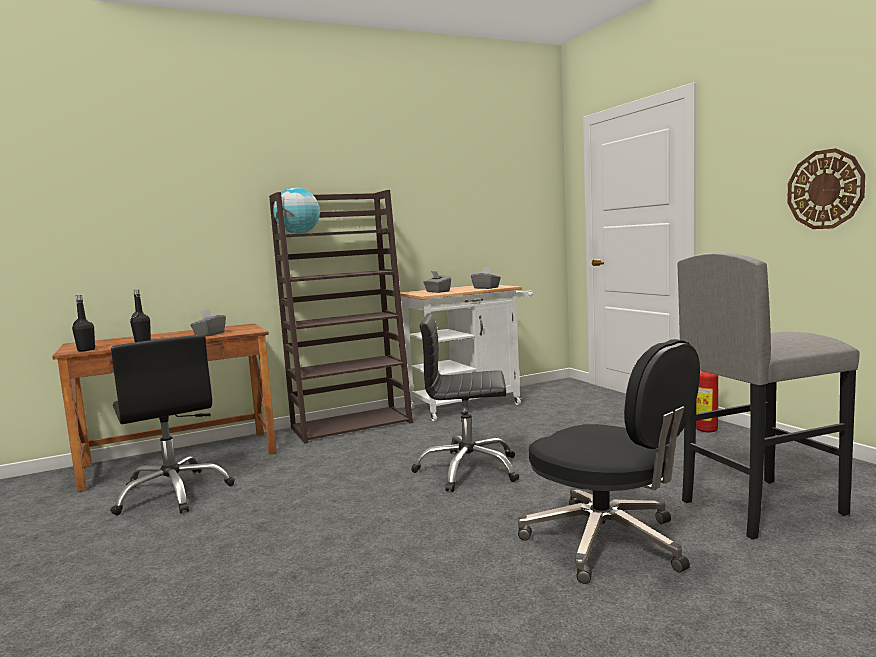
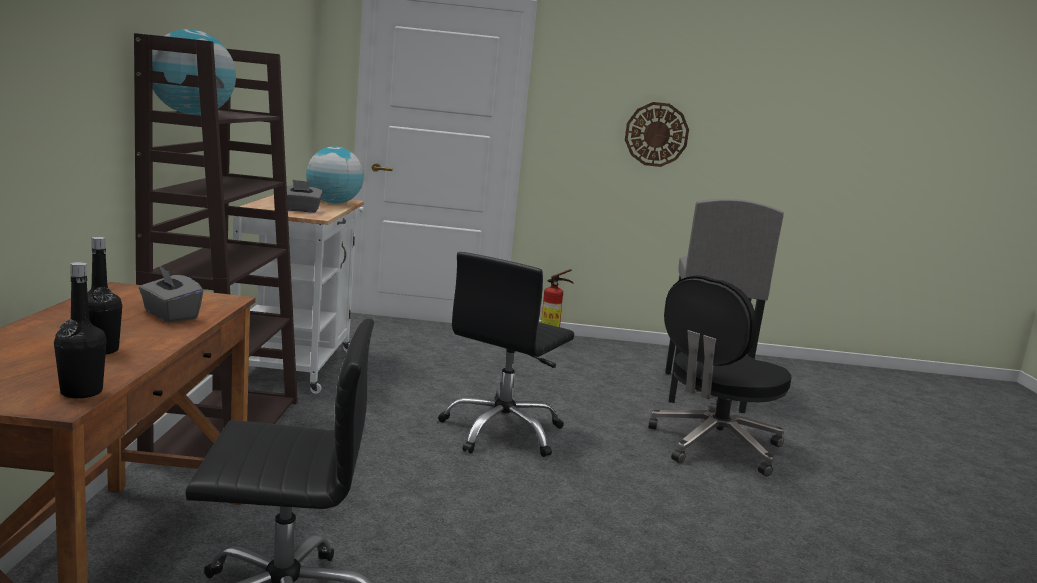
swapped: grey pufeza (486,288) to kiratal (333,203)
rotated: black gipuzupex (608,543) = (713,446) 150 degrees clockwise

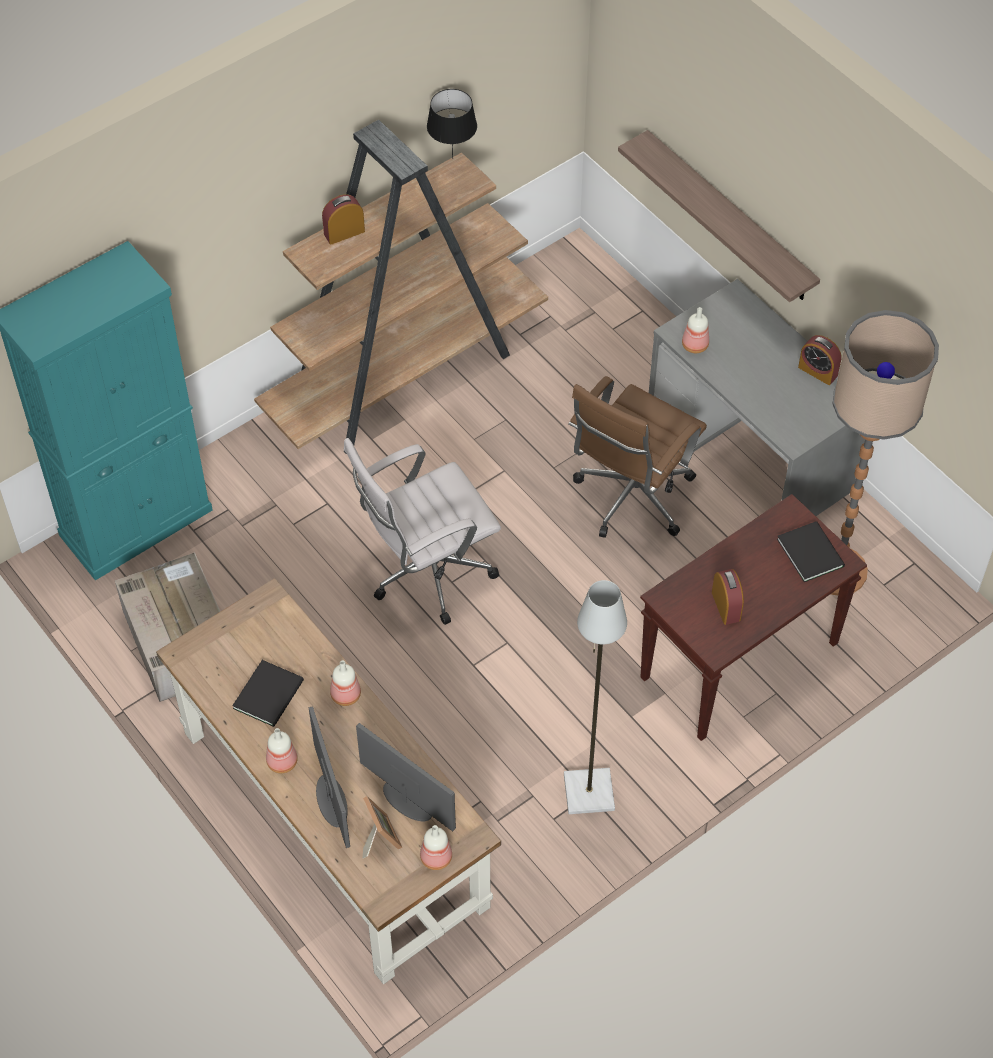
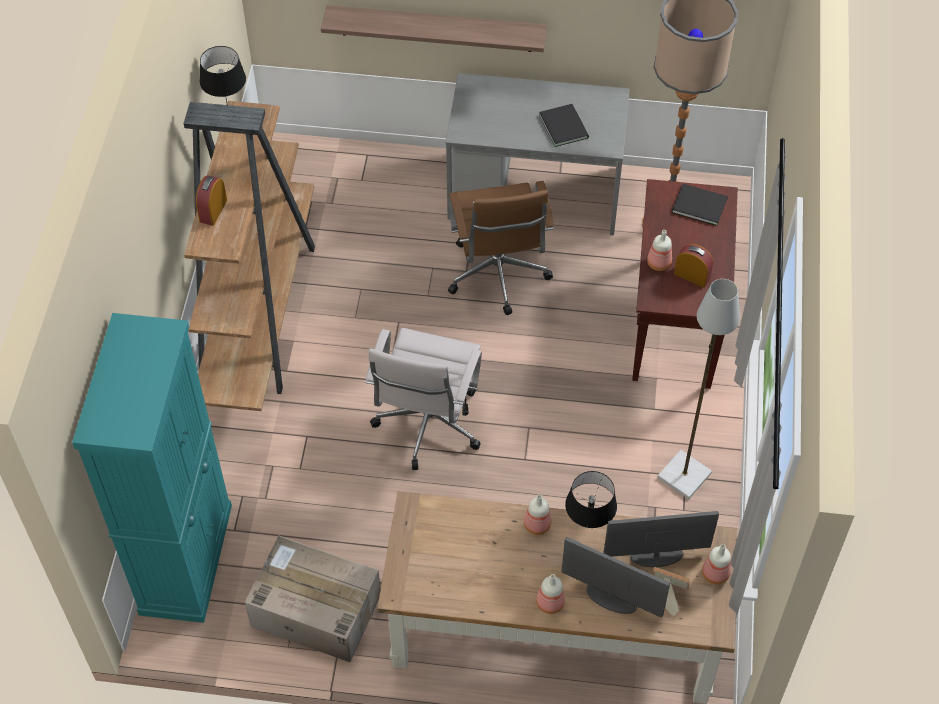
gone: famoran (818,371)
new: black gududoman (587,528)
shifted: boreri (694,345) to (658,264); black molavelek (270,693) to (564,125)

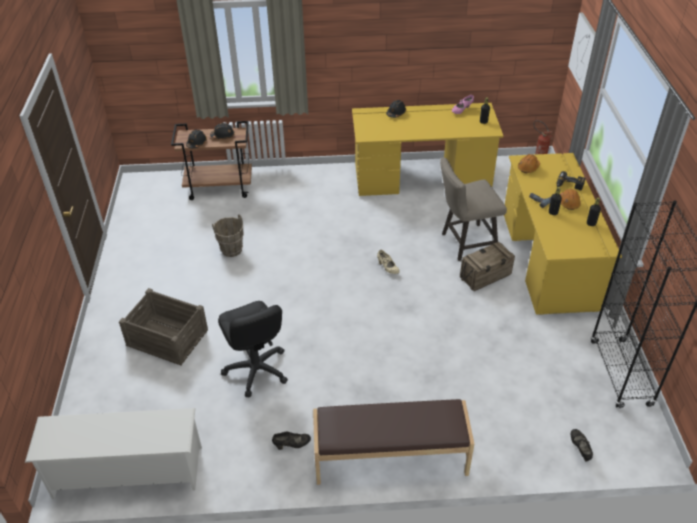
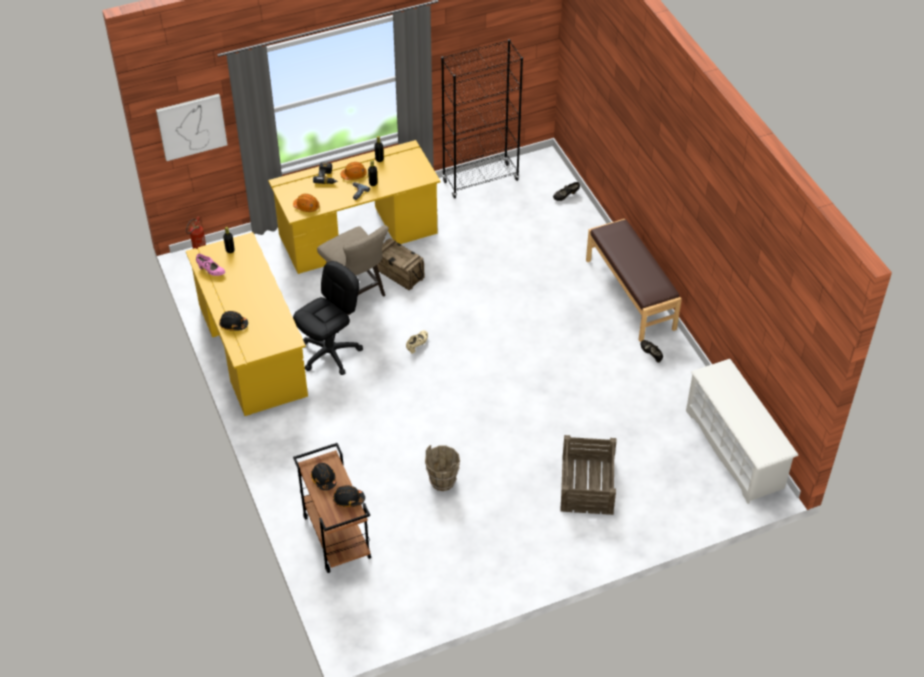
shifted: black gipuzupex (256,370) to (330,353)

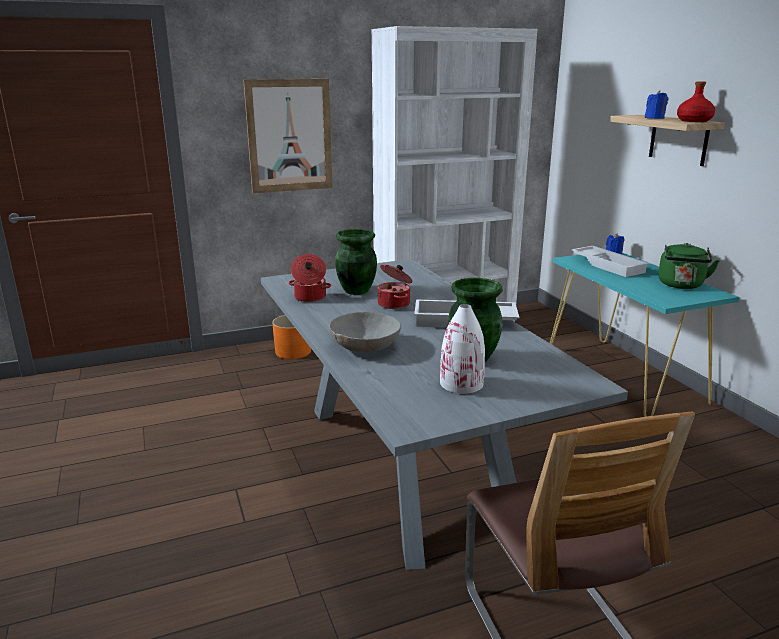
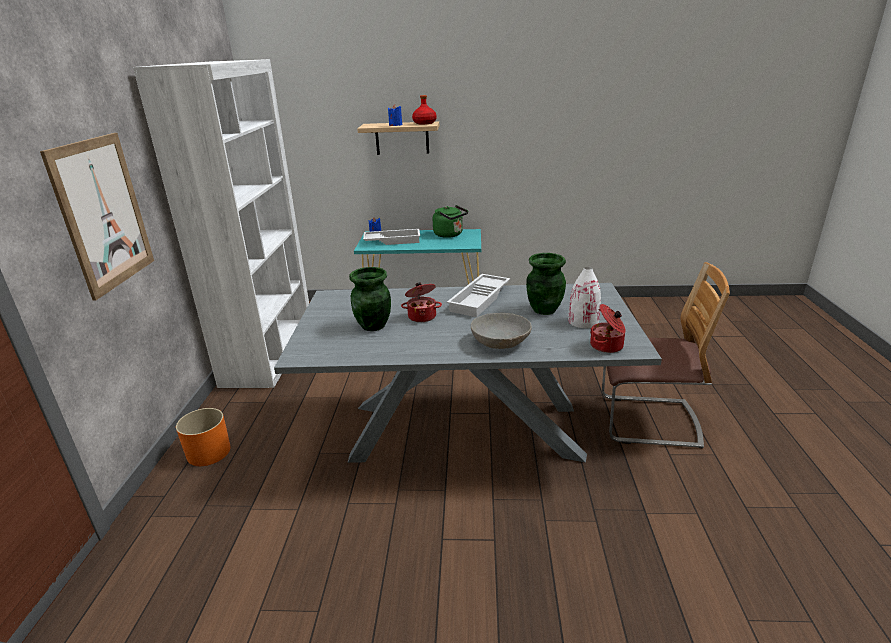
shifted: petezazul (310,298) to (607,346)

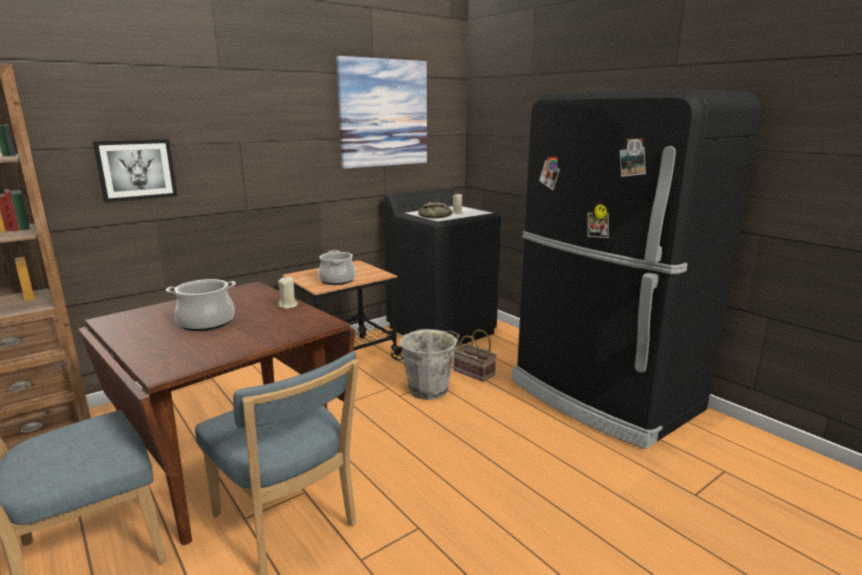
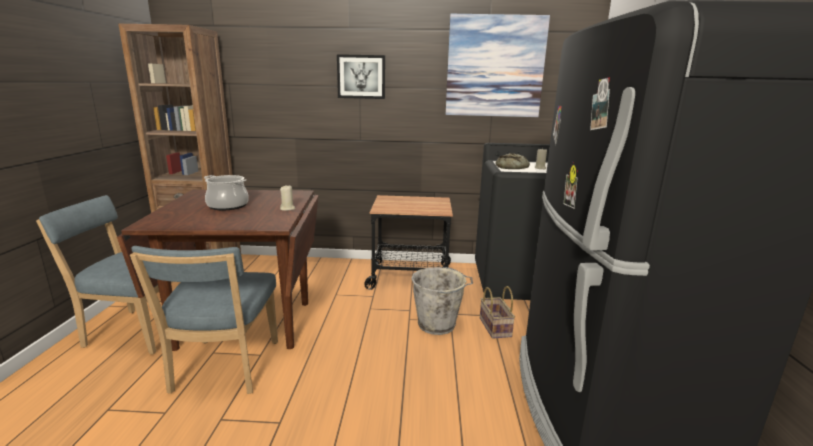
gone: petezazul (337,280)
shifted: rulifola (136,169) to (361,77)

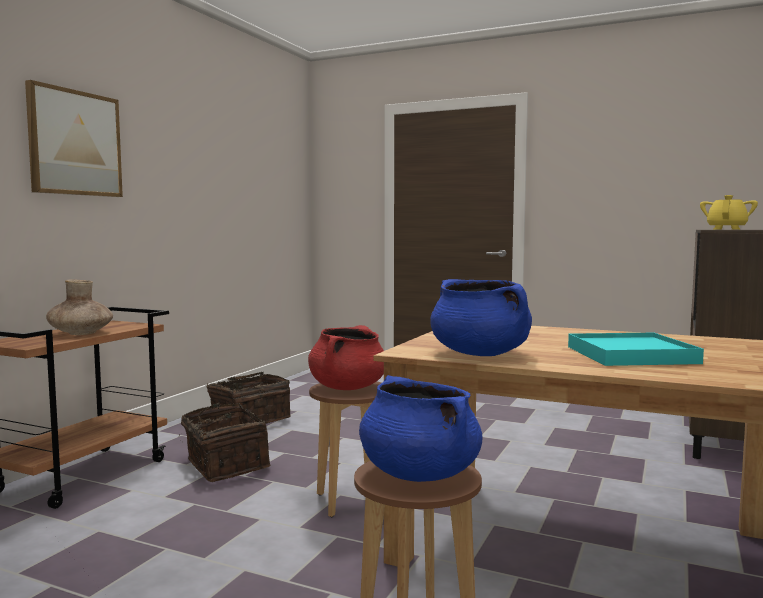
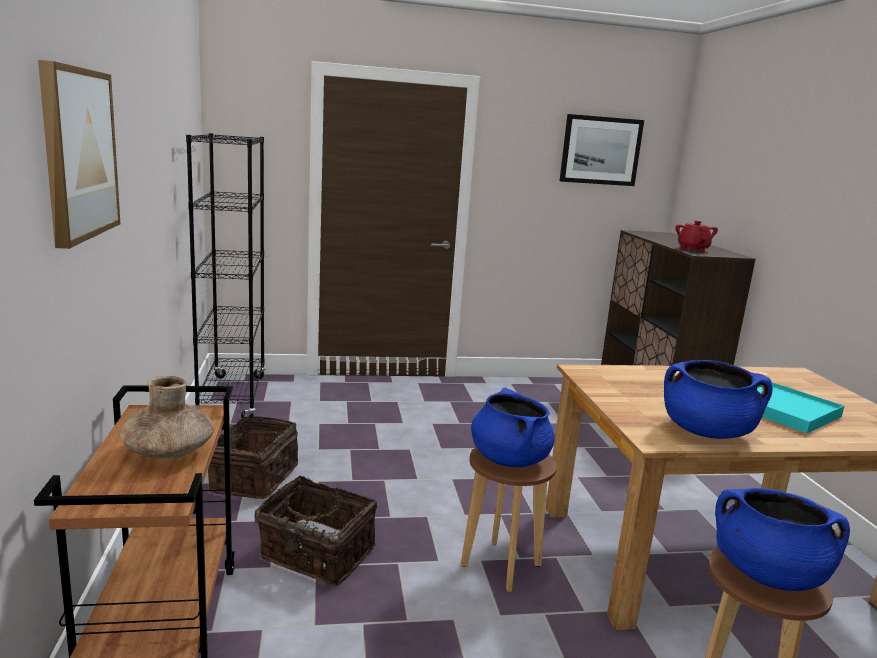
new: rulifola (600,150); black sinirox (232,398)
repainted: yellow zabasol (726,229) to red zabasol (692,249); red petezazul (348,387) to blue petezazul (509,459)

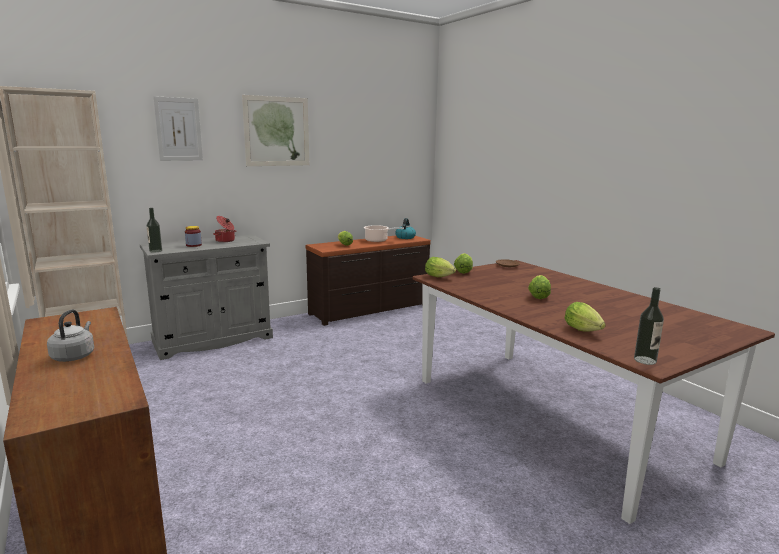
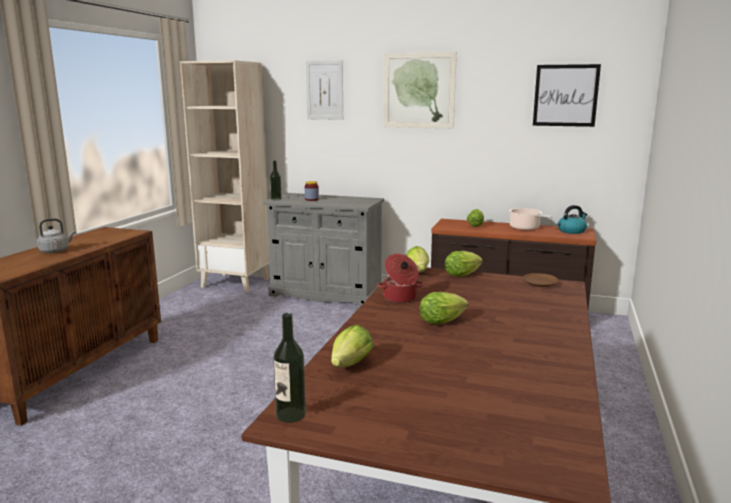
new: rulifola (565,95)
shifted: petezazul (225,240) to (400,299)

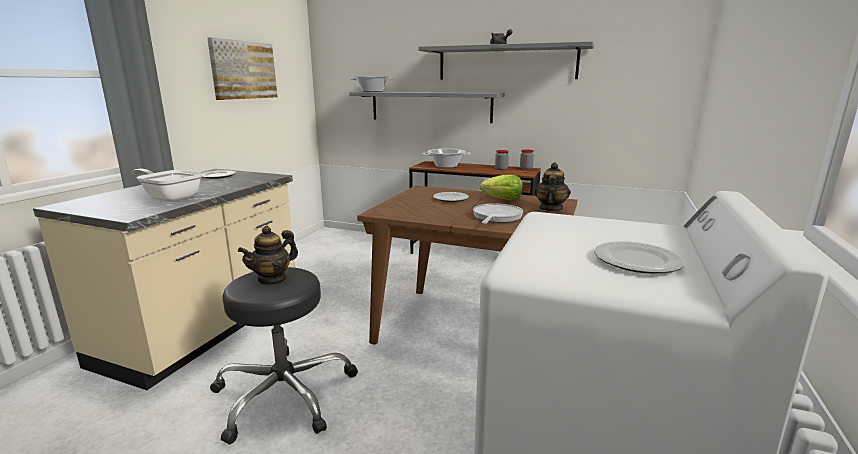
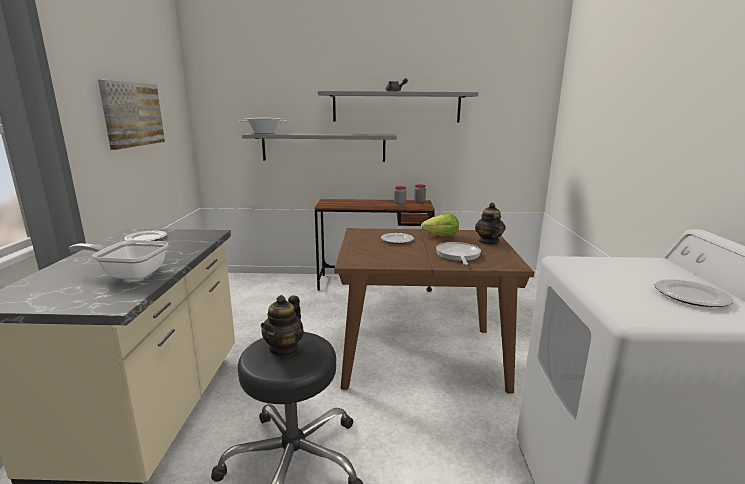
gone: petezazul (446,166)

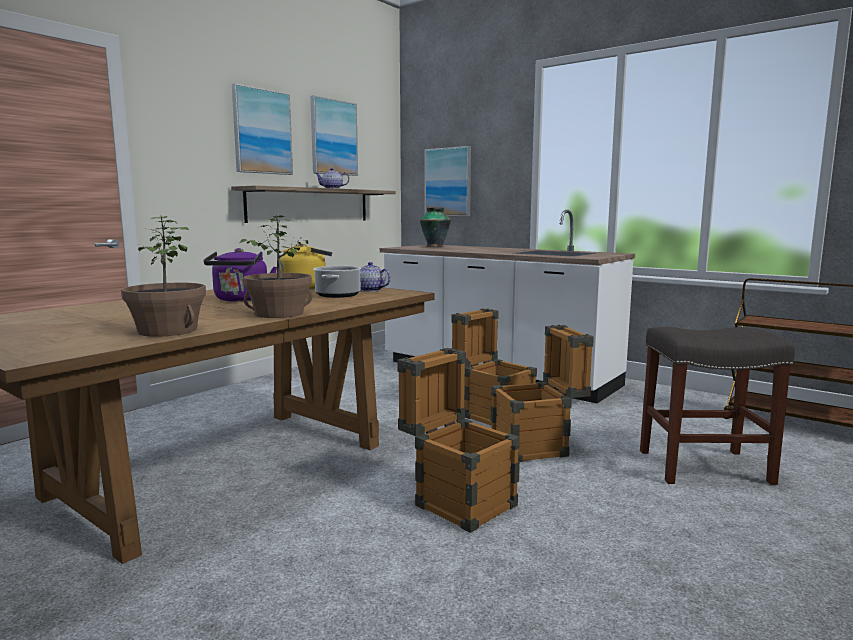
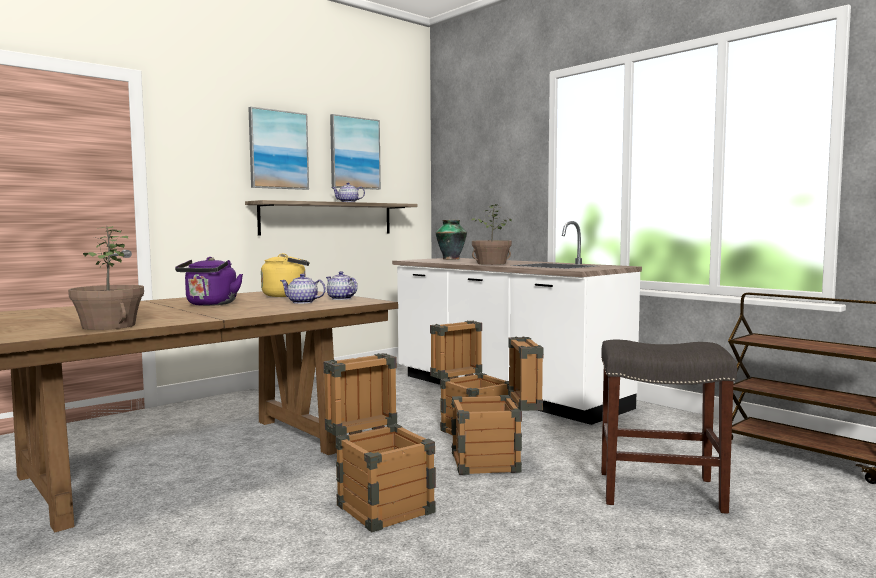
gone: rulifola (448,182)
shifted: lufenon (279,313) to (491,263)
swapped: petezazul (338,295) to zabasol (303,302)

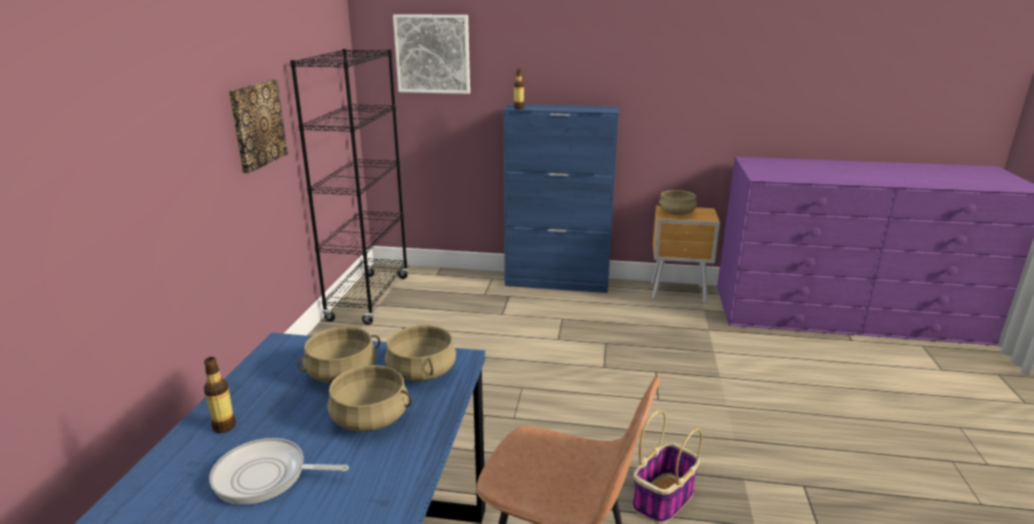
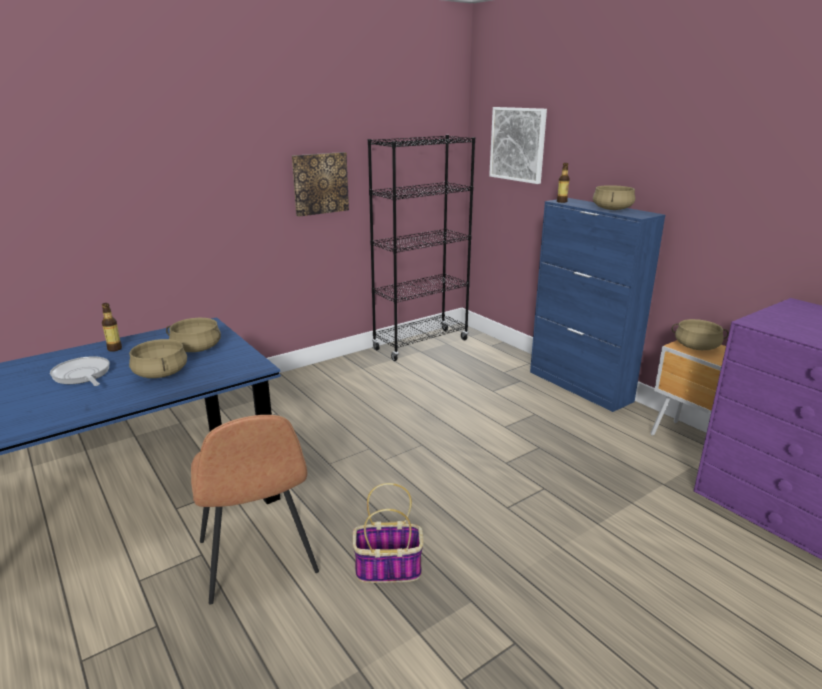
shifted: beige petezazul (421,372) to (611,209)

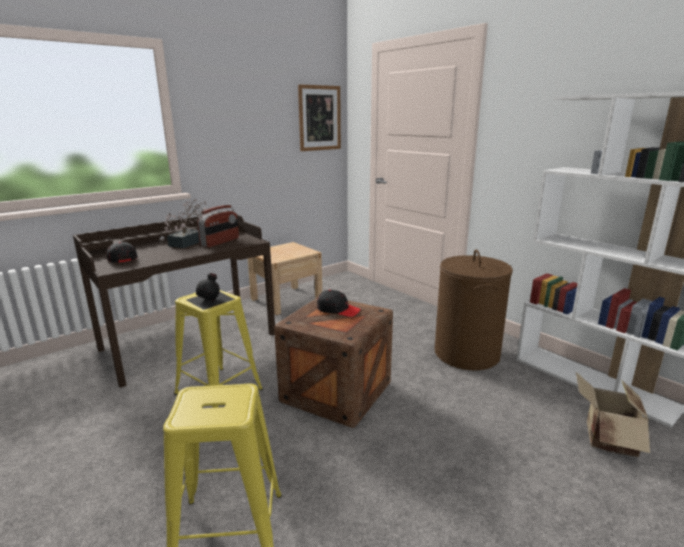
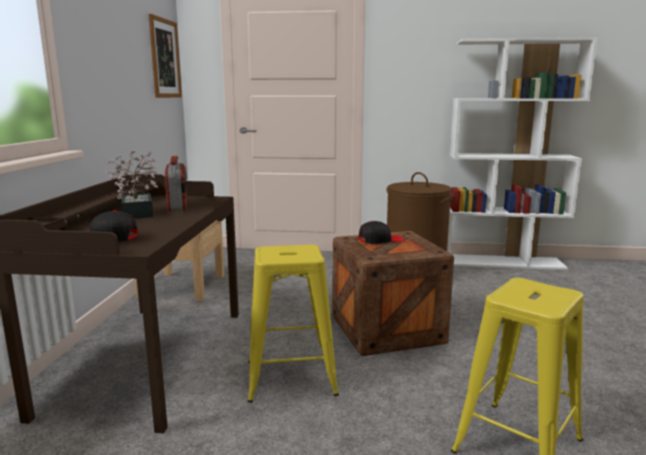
gone: black boreri (211,299); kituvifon (605,440)

